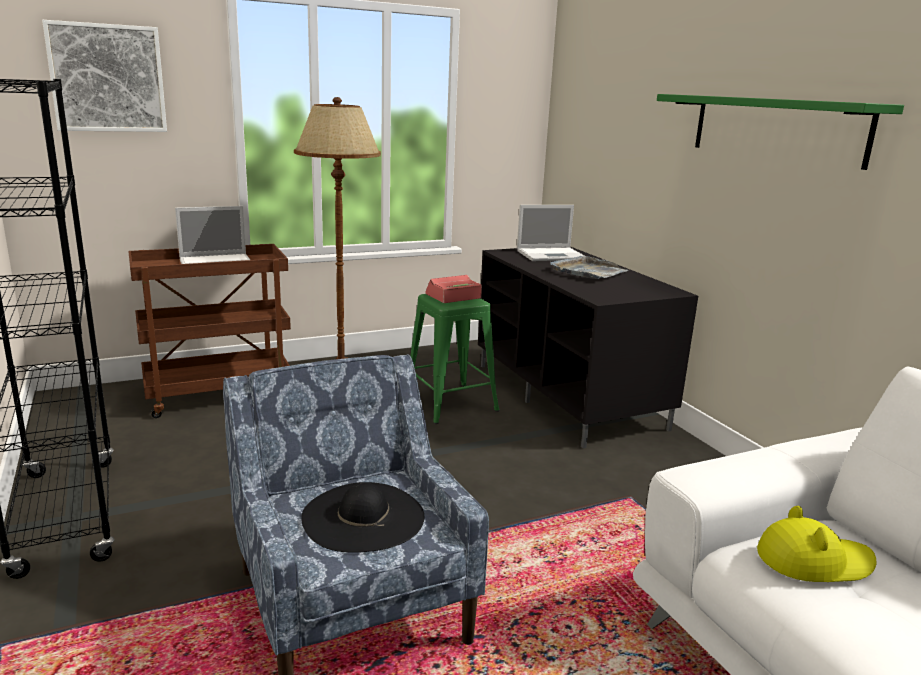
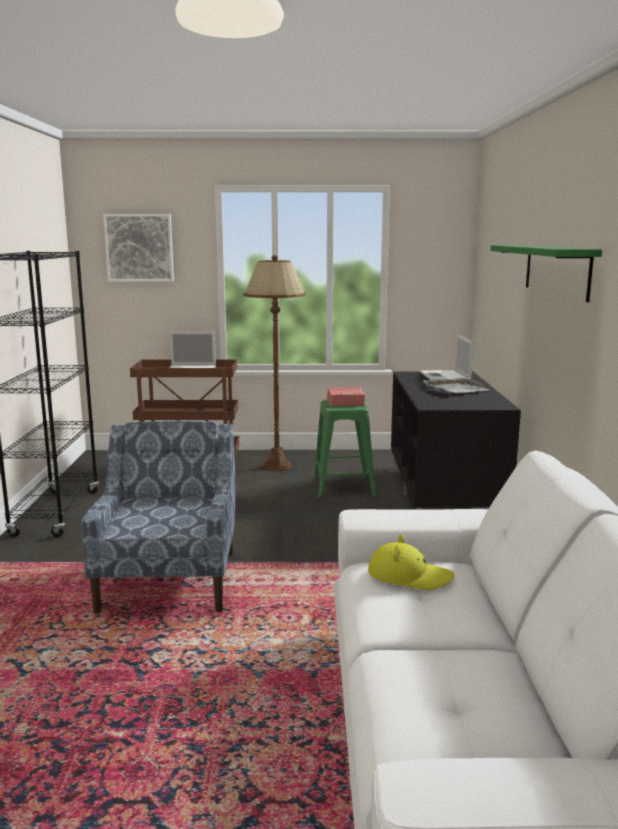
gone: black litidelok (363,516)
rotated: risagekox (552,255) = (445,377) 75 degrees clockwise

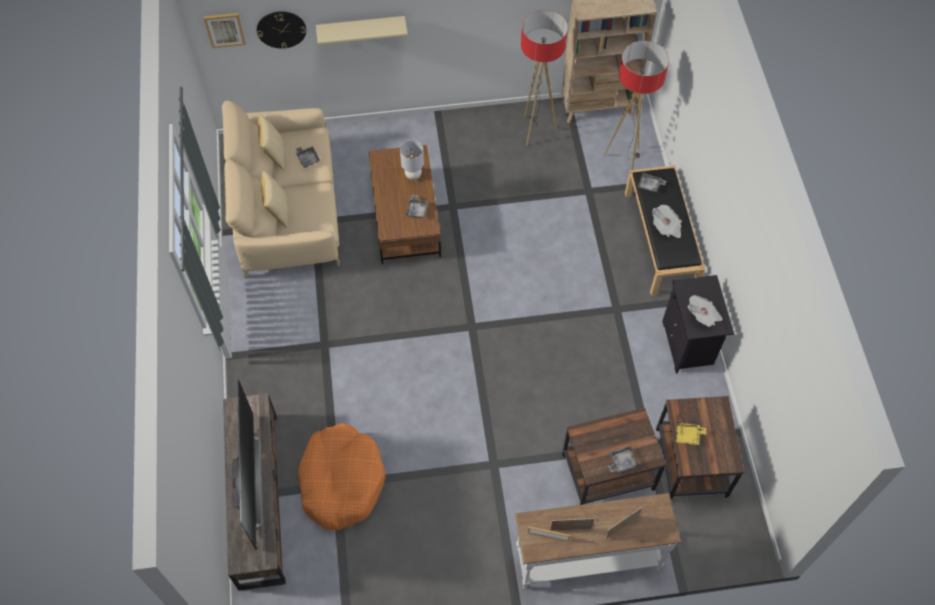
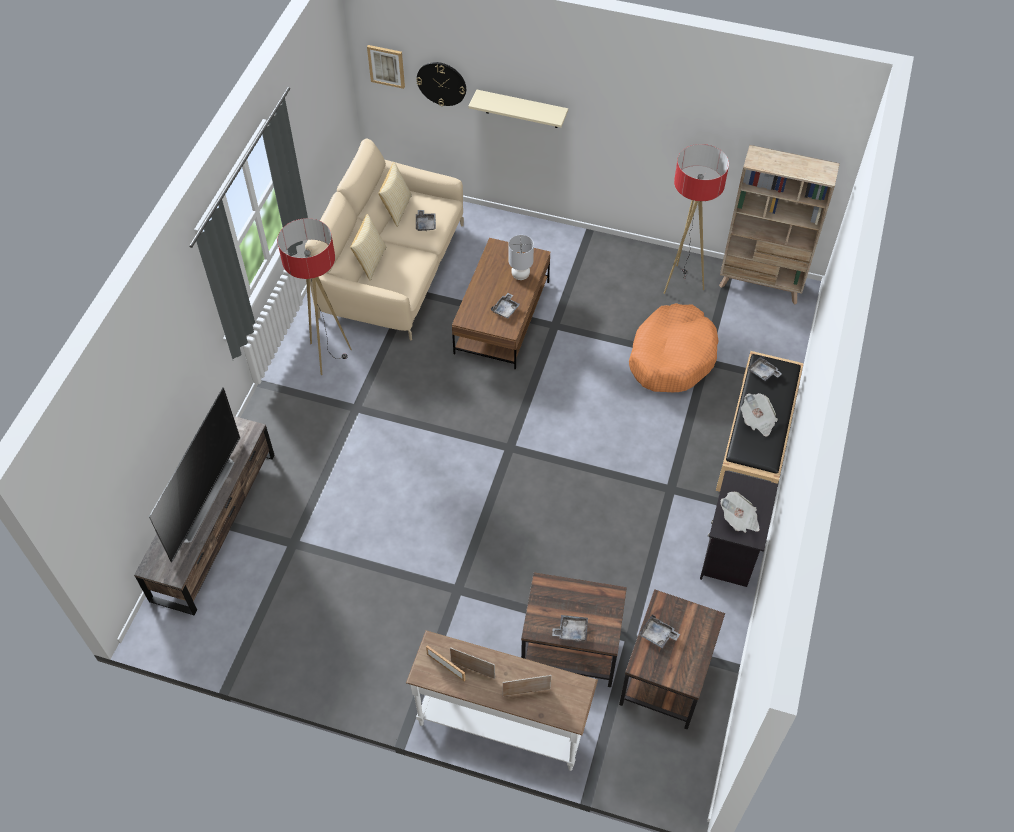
shifted: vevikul (624,160) to (328,356); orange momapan (341,481) to (671,357)
repainted: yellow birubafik (688,435) to grey birubafik (657,635)

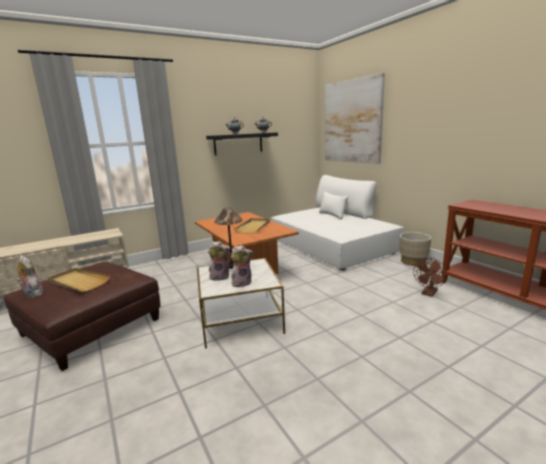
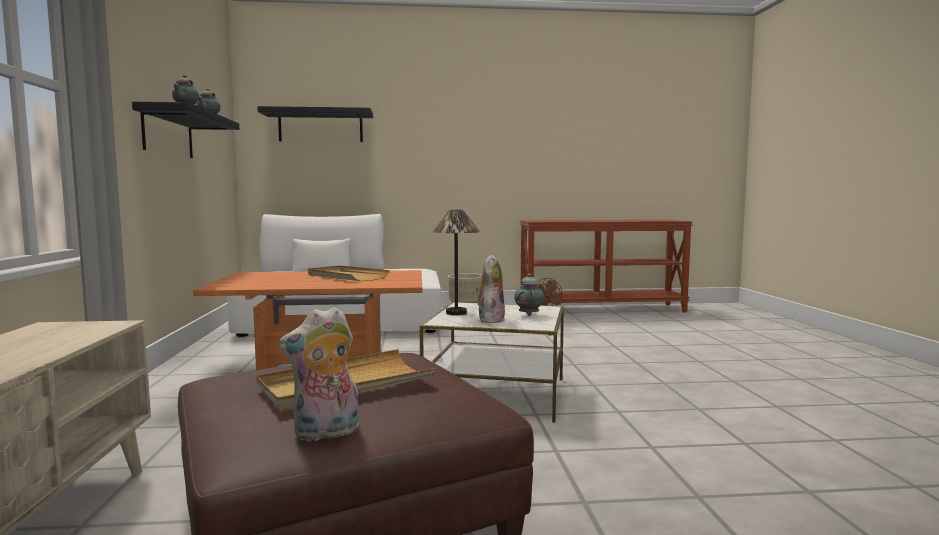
swapped: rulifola (352,122) to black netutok (320,127); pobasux (242,283) to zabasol (529,315)

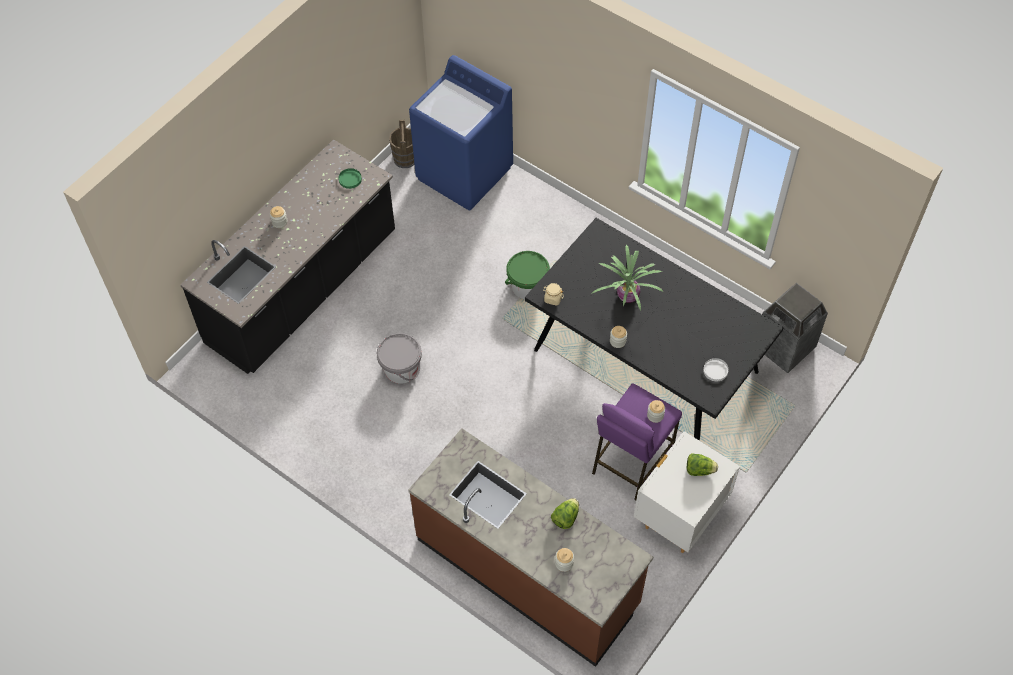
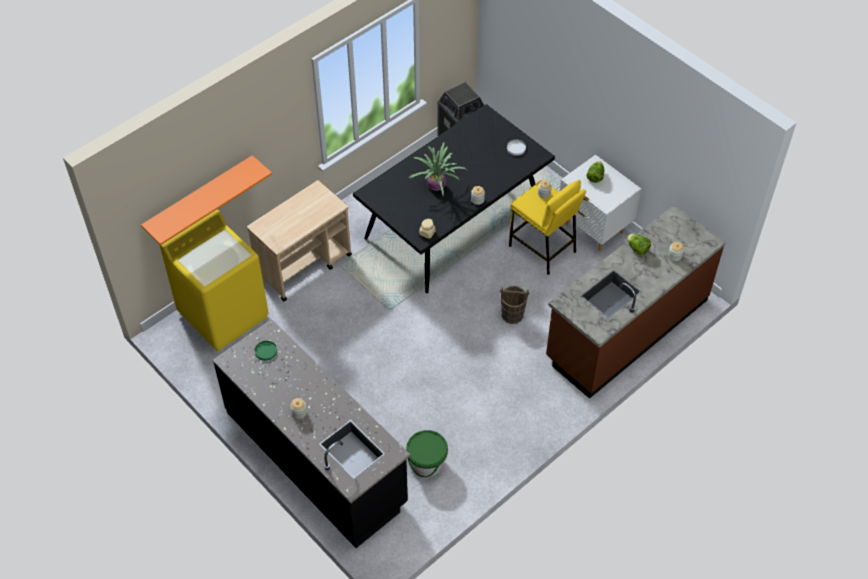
gone: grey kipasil (401,369)
new: orange netutok (199,197); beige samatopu (304,265)
shifted: brown kipasil (405,159) to (512,315); green kipasil (527,286) to (427,463)
repainted: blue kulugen (464,173) to yellow kulugen (224,314); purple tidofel (631,462) to yellow tidofel (542,249)

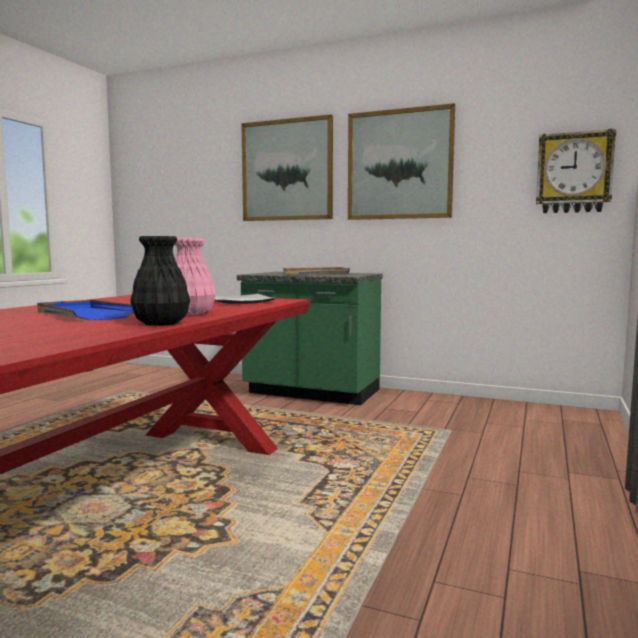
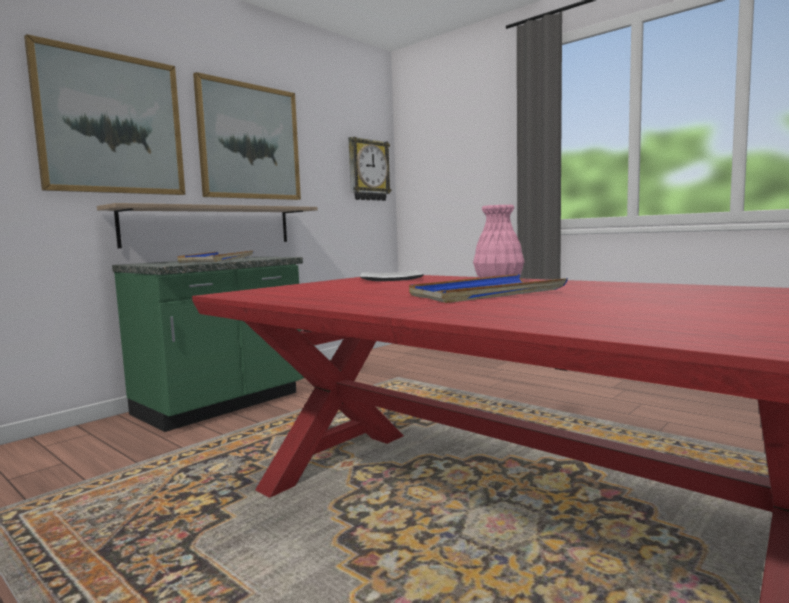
gone: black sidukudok (160,323)
new: netutok (211,226)

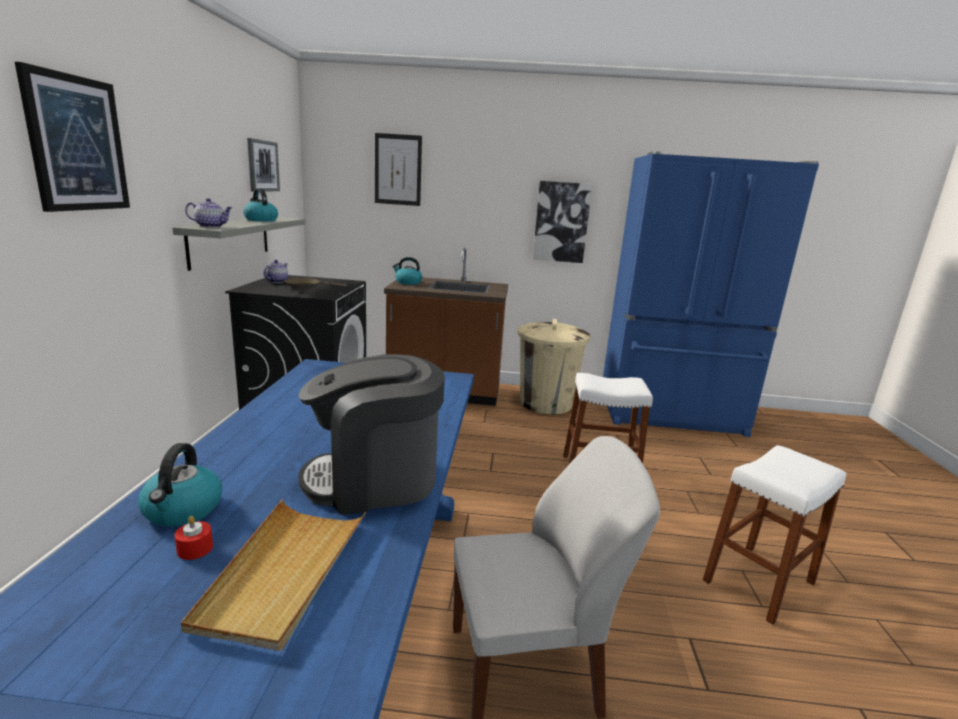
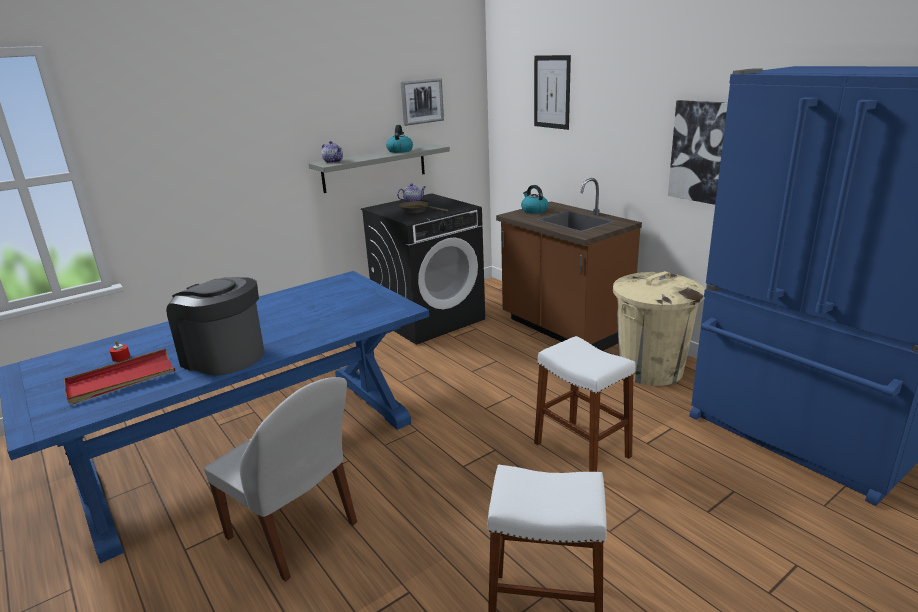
gone: rulifola (77,144); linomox (183,510)
repainted: beige birubafik (284,572) to red birubafik (121,380)

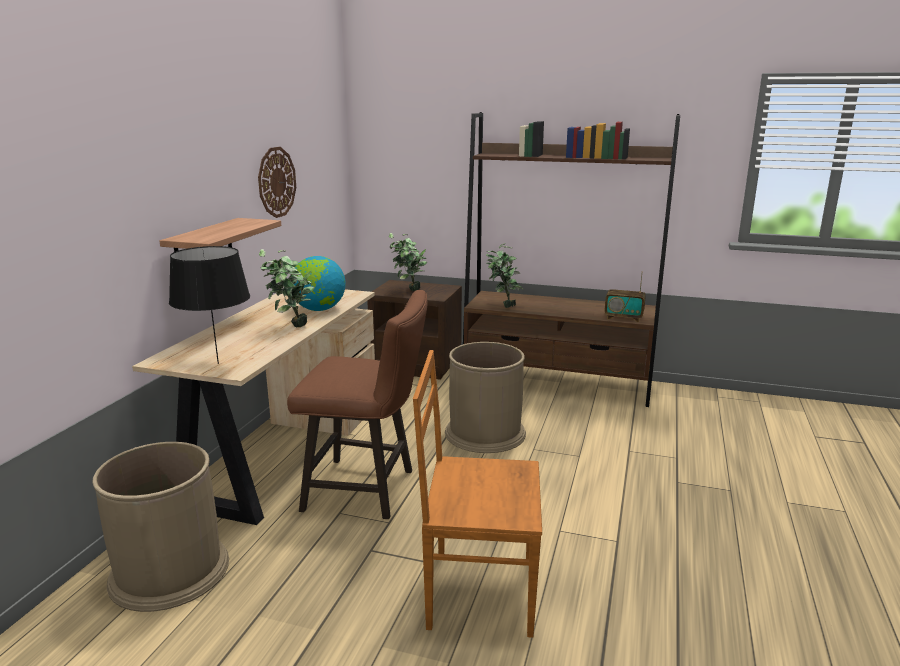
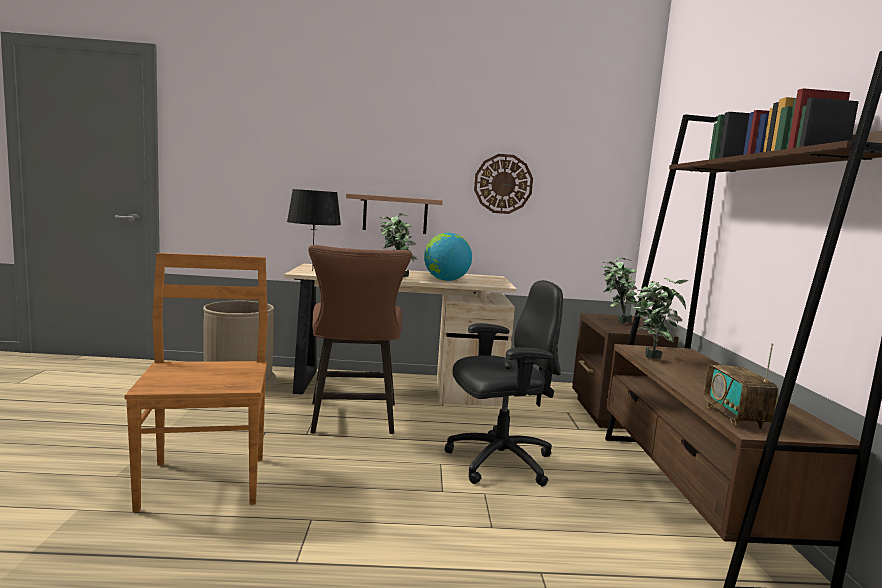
swapped: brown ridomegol (485,433) to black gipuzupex (498,461)

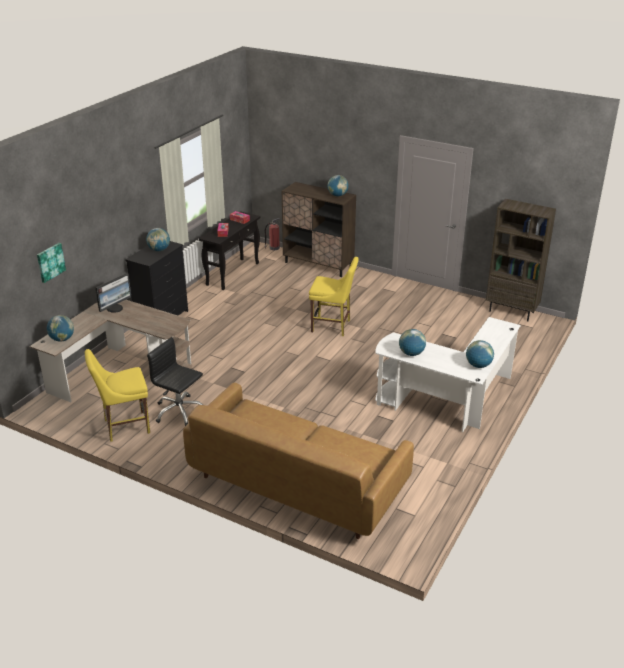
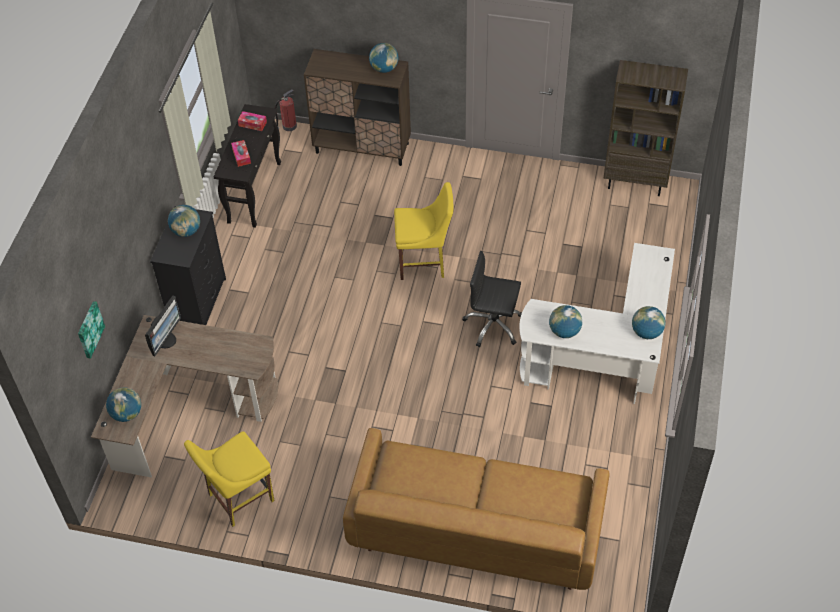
shifted: black gipuzupex (179,411) to (493,325)

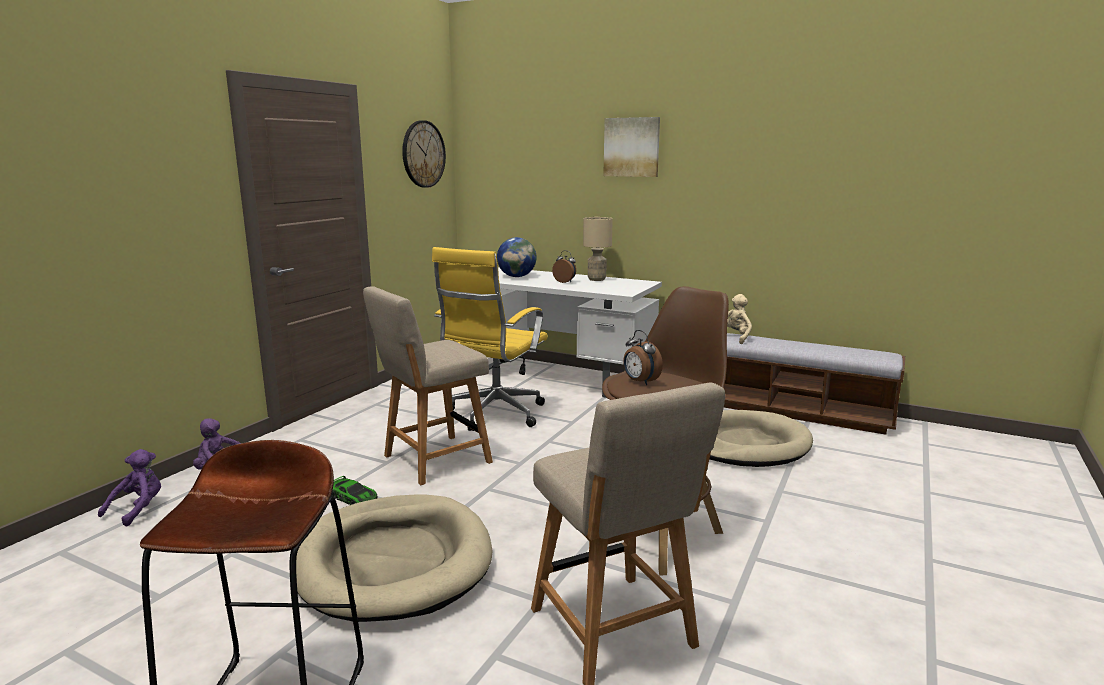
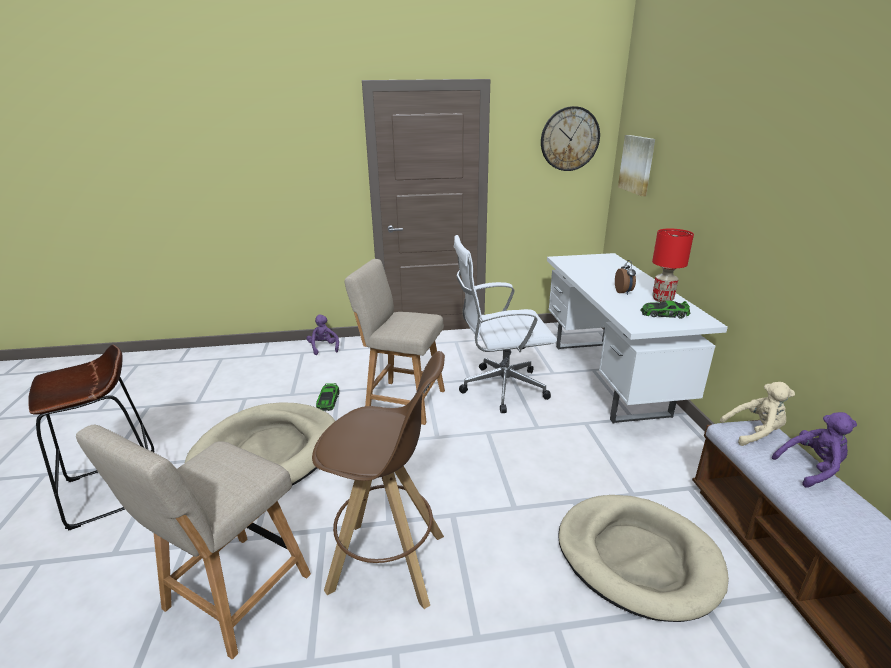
gone: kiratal (517,276); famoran (640,382)
new: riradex (664,314)
shifted: rulifola (631,147) to (637,164); purple pobasux (138,509) to (811,468)
repainted: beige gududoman (596,279) to red gududoman (662,299); yellow gipuzupex (494,415) to white gipuzupex (499,388)

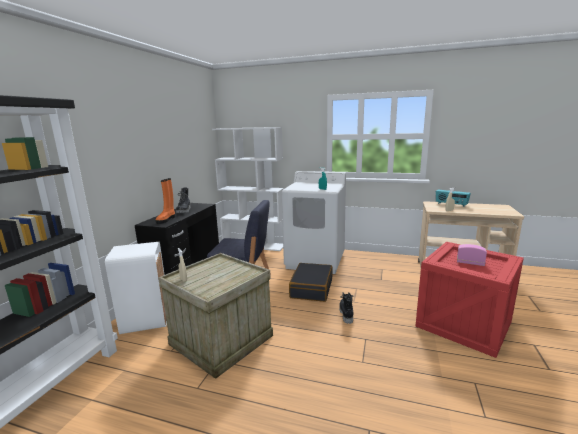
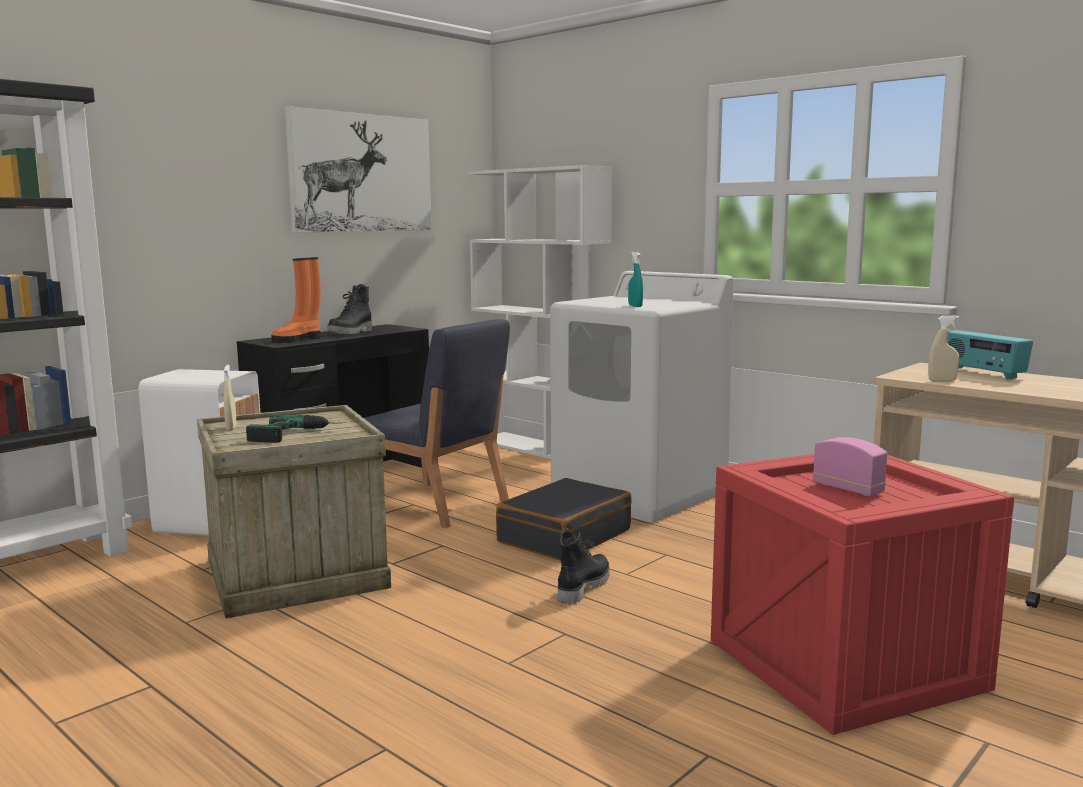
new: rulifola (361,173); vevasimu (296,434)

